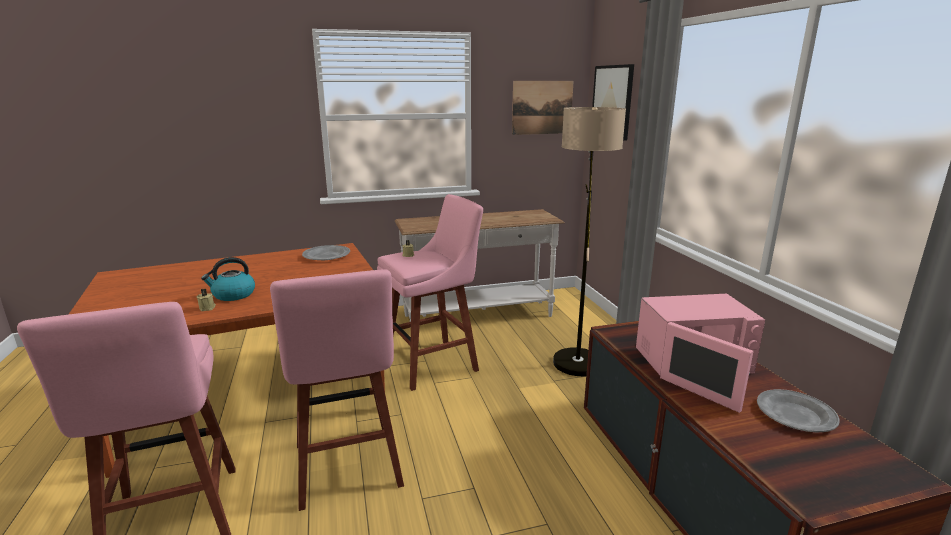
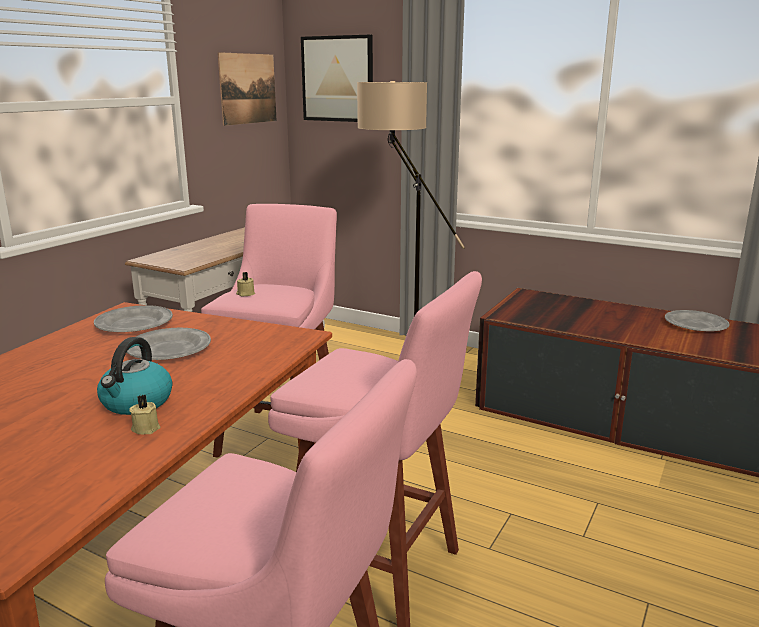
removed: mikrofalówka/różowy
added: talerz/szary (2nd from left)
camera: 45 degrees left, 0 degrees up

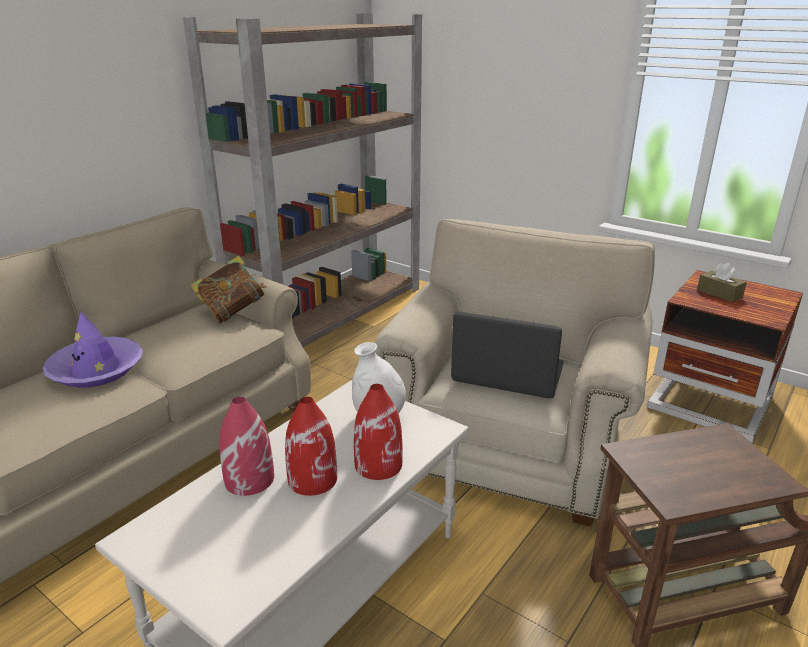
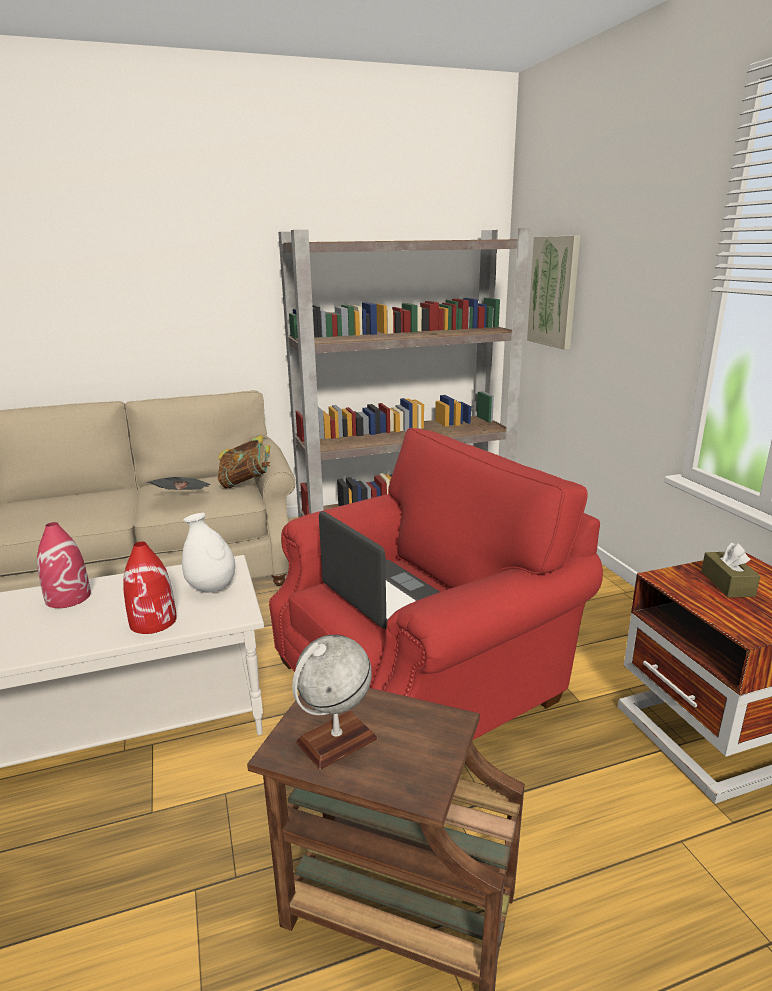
removed: kapelusz/fioletowy; wazon/czerwony (2nd from left)
added: gazeta; globus; obraz
recoloured: fotel/beżowy to fotel/czerwony
camera: 35 degrees right, 5 degrees down

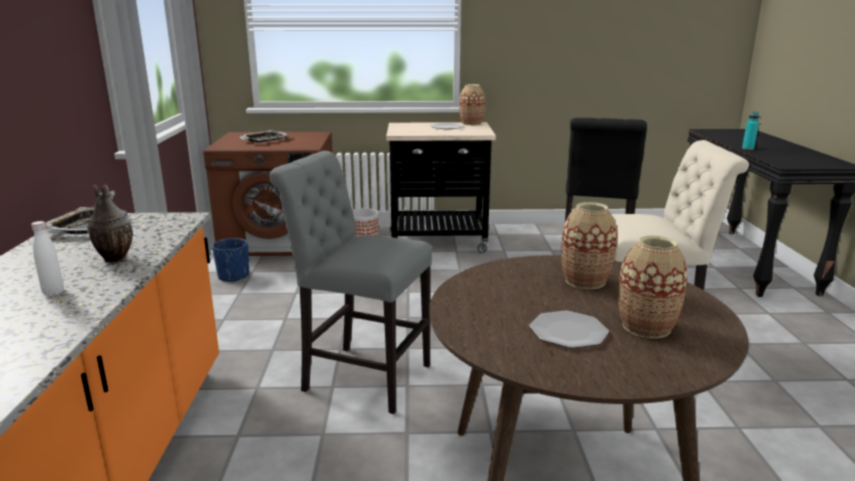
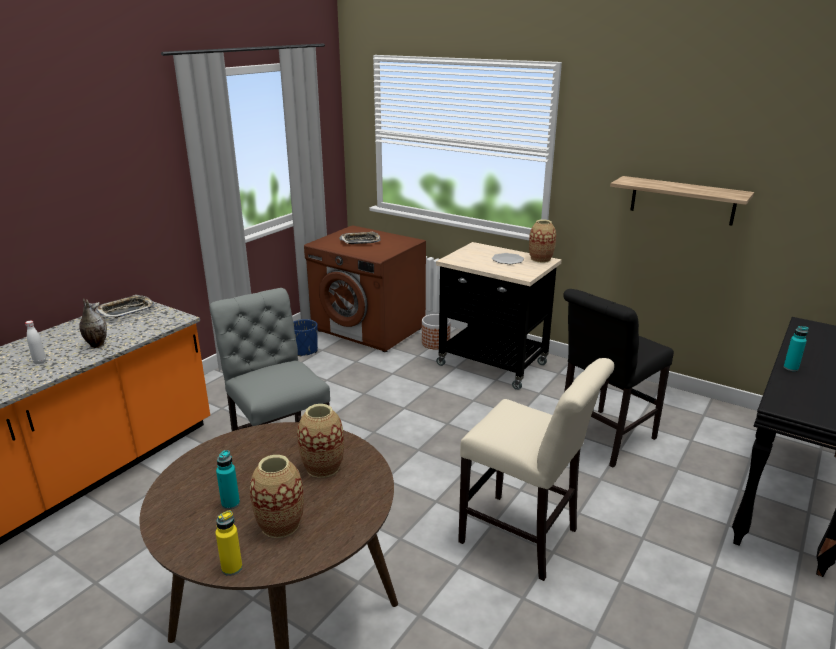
added: butelka/żółty; półka
replaced: talerz (2nd from left) to butelka/turkusowy (1st from left)
camera: 35 degrees right, 5 degrees up

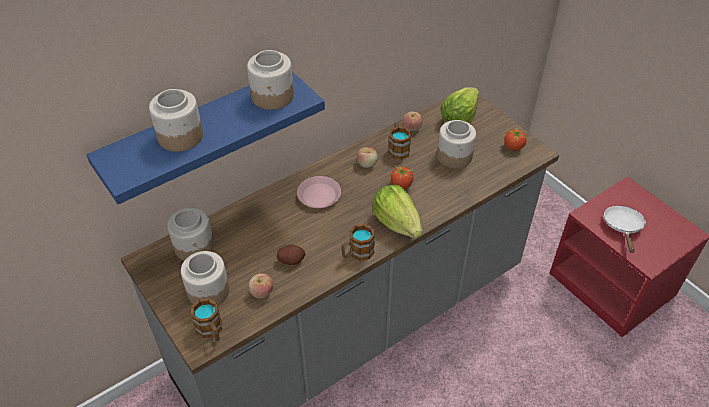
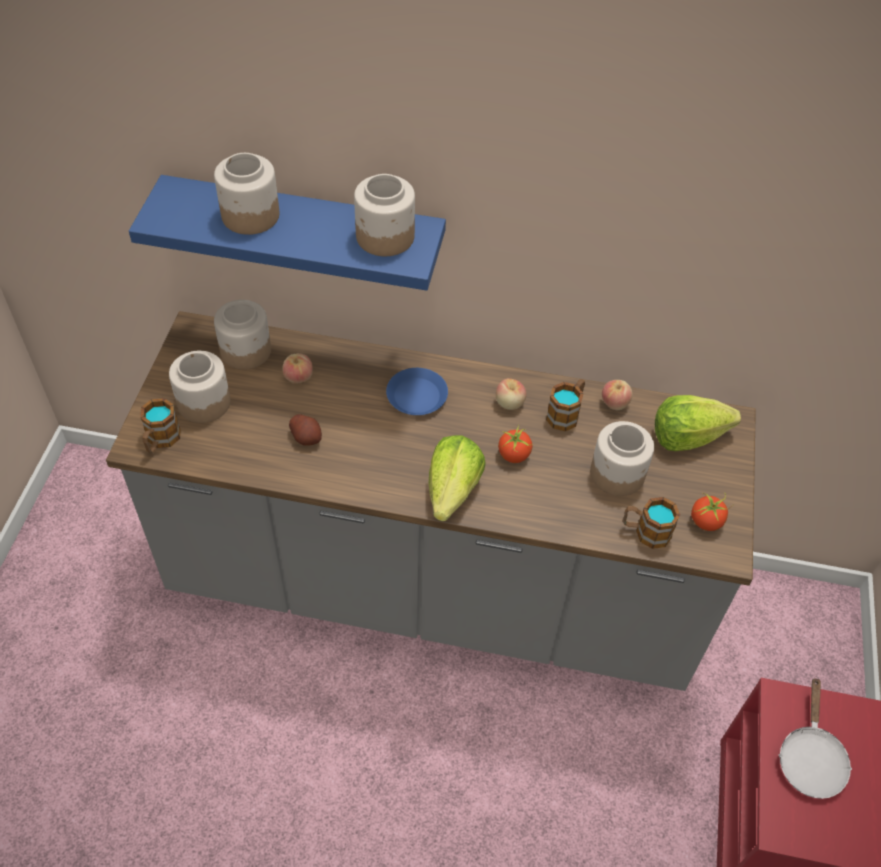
moved: jabłko (1st from left); kubek (2nd from left in the first image) to kubek (3rd from left)
recoloured: talerz/różowy to talerz/niebieski
turned: patelnia/biały 135 degrees clockwise
camera: 45 degrees right, 5 degrees up

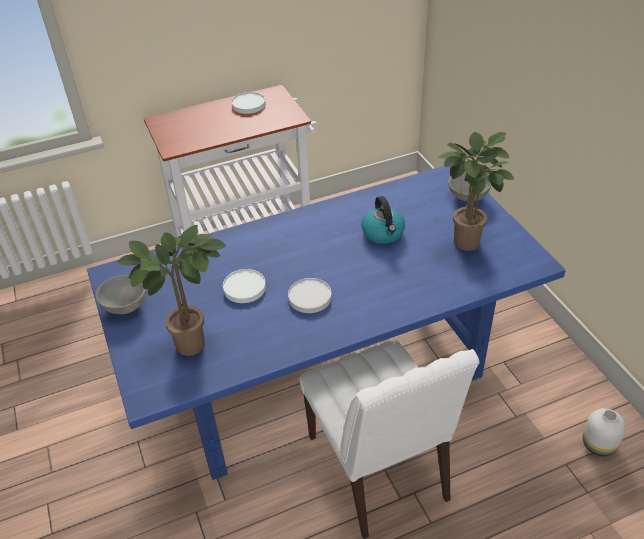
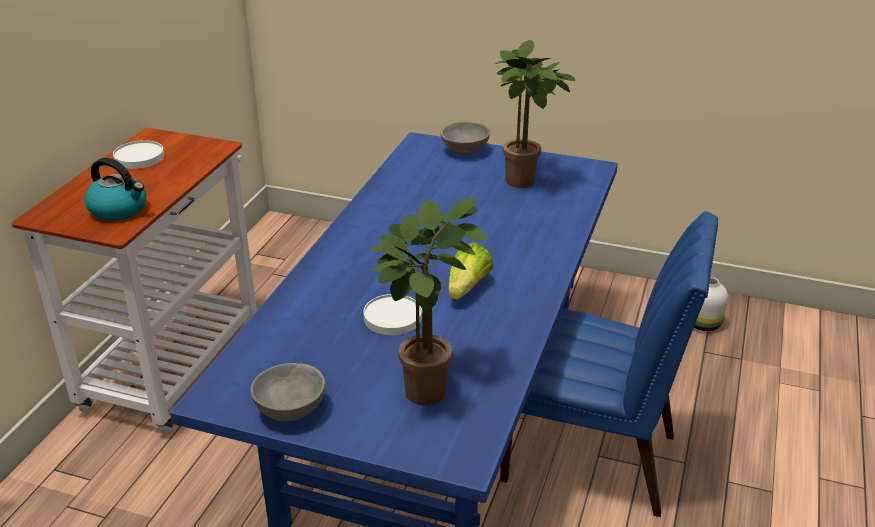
moved: czajnik
replaced: talerz/biały (3rd from left) to sałata
recoloured: krzesło/biały to krzesło/niebieski
camera: 50 degrees left, 10 degrees down

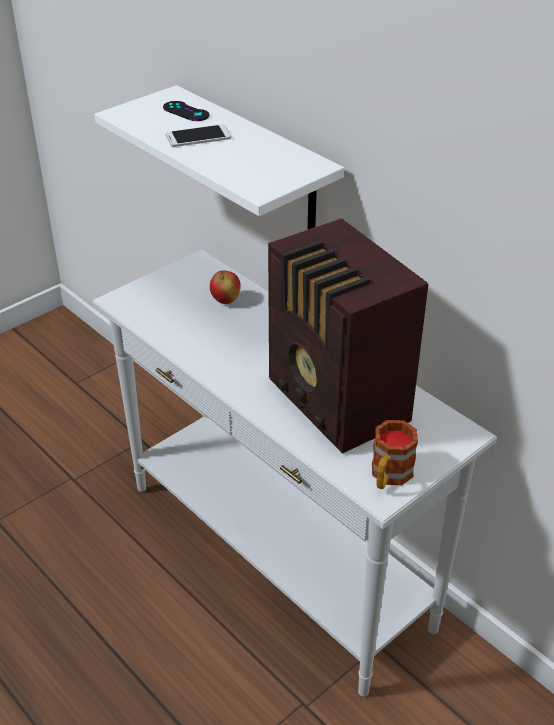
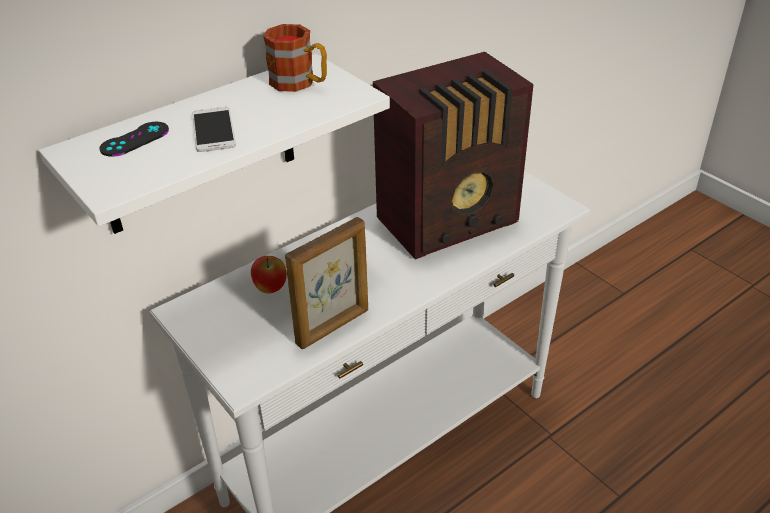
added: ramka na zdjęcie
moved: kubek
camera: 85 degrees left, 0 degrees up

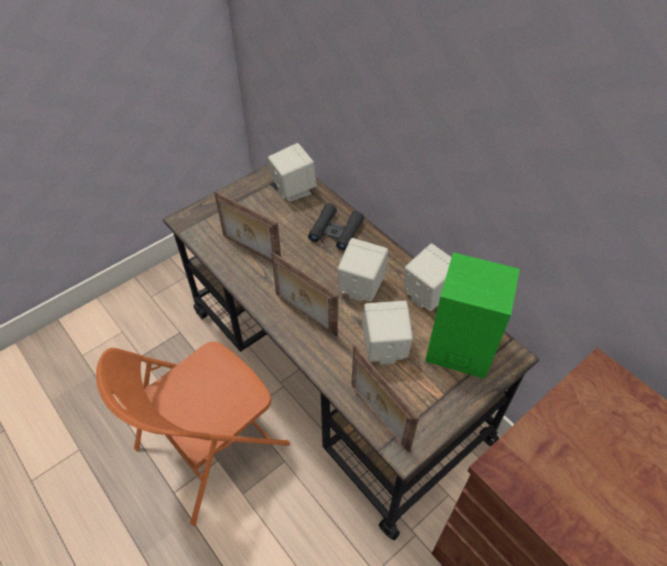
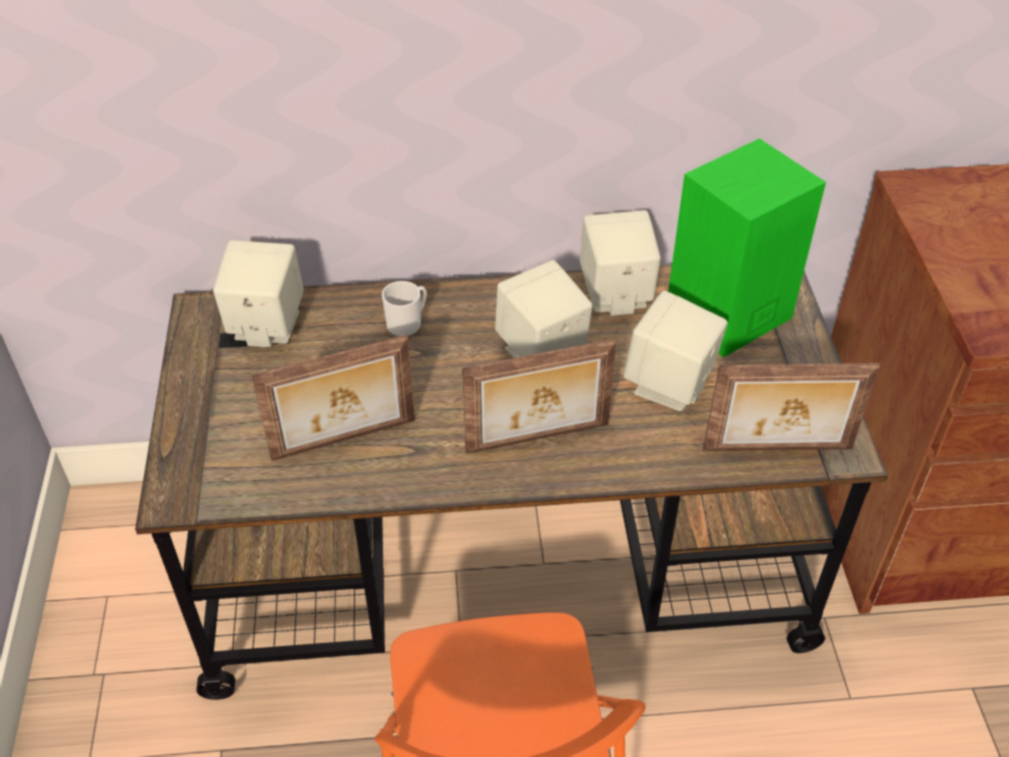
replaced: lornetka/czarny to kubek
camera: 55 degrees left, 5 degrees down

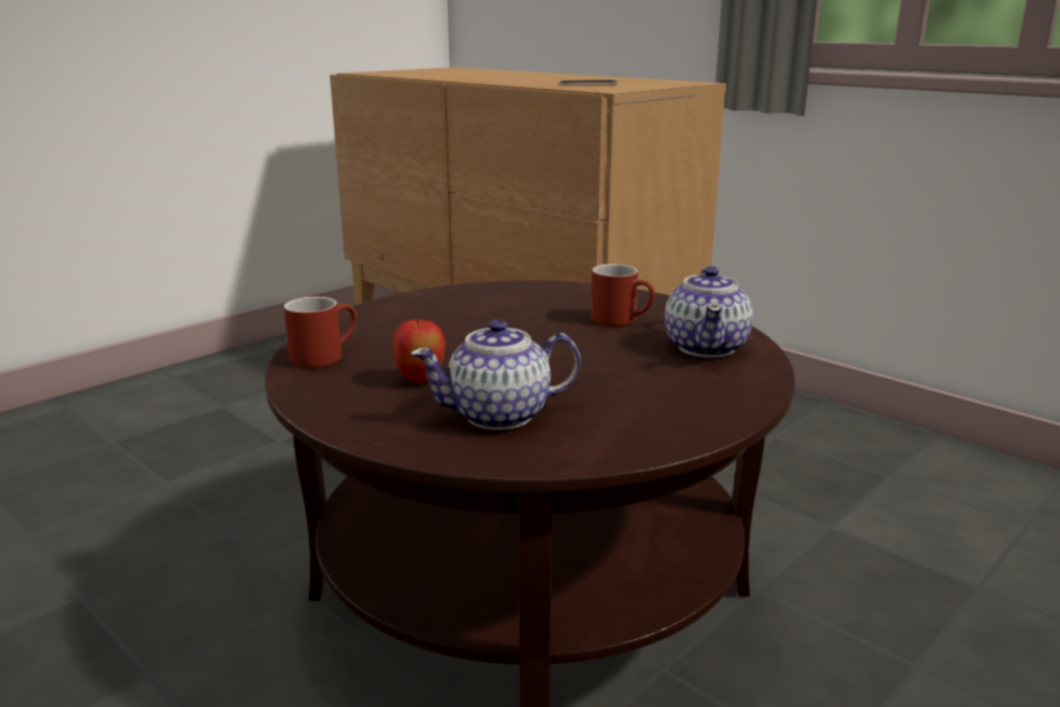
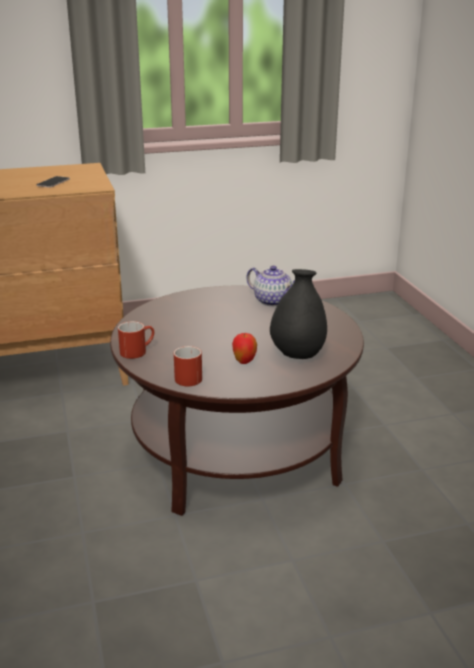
moved: kubek/czerwony (2nd from left in the first image) to kubek/czerwony (1st from left)
replaced: imbryk (1st from left) to wazon/czarny
camera: 60 degrees left, 5 degrees up

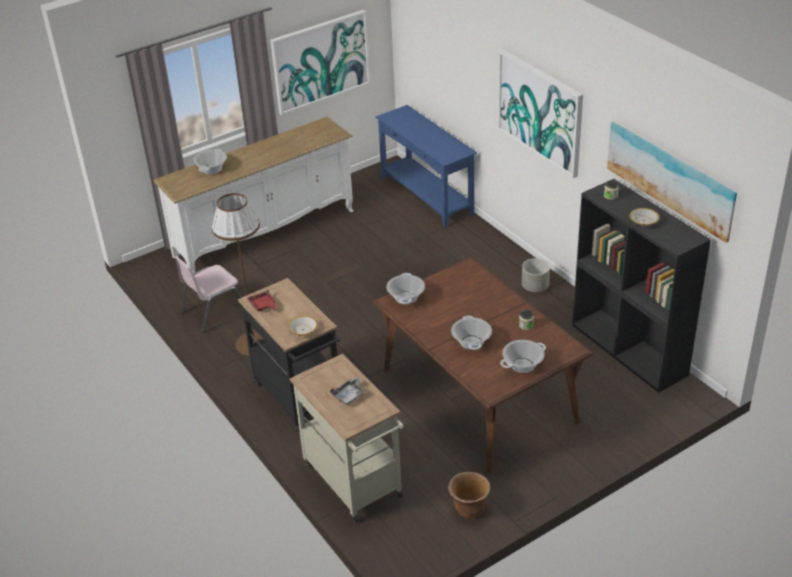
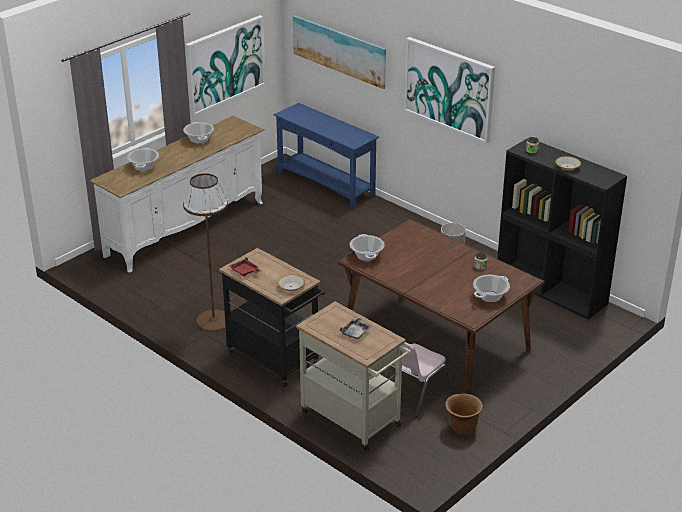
moved: krzesło/różowy; garnek (3rd from left in the first image) to garnek (2nd from left); obraz (3rd from left in the first image) to obraz (2nd from left)
camera: 15 degrees left, 5 degrees down

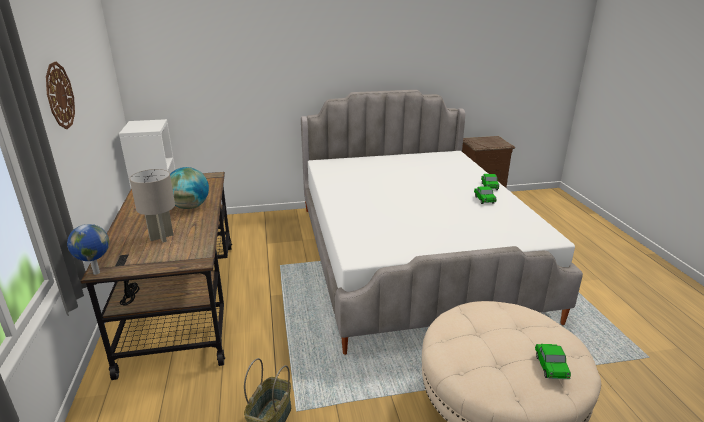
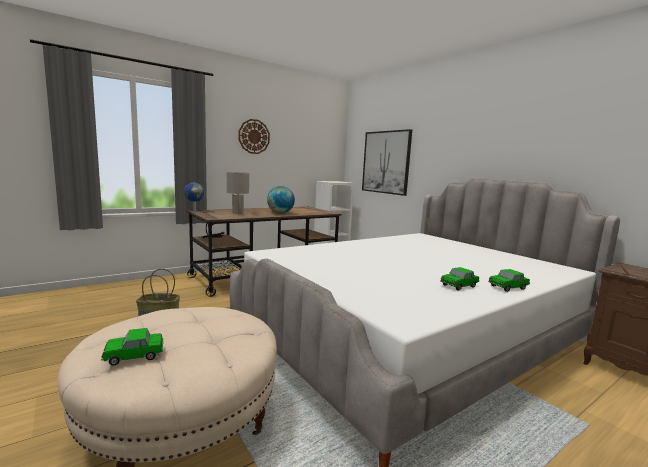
added: obraz
camera: 65 degrees right, 15 degrees down

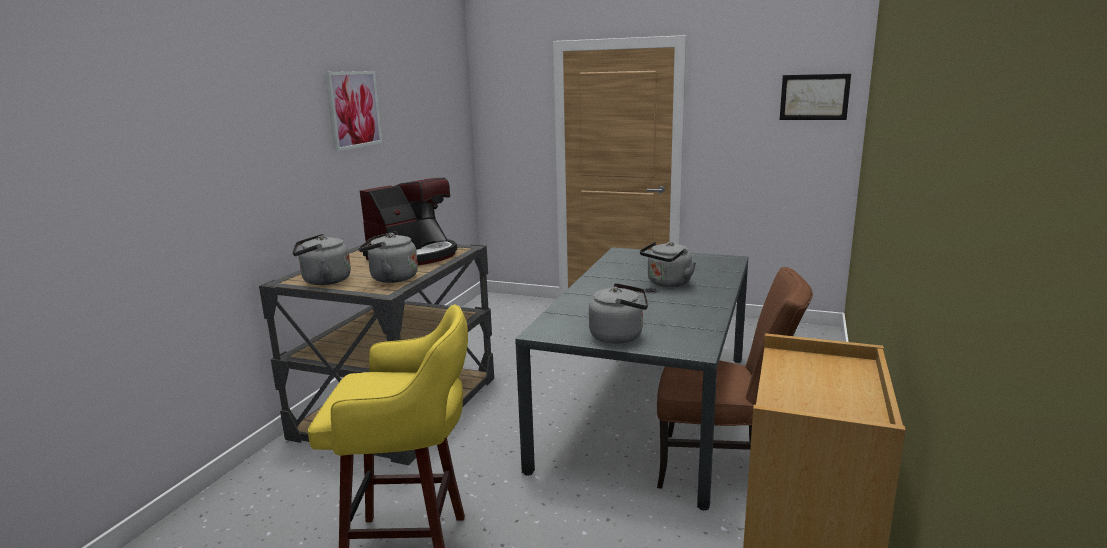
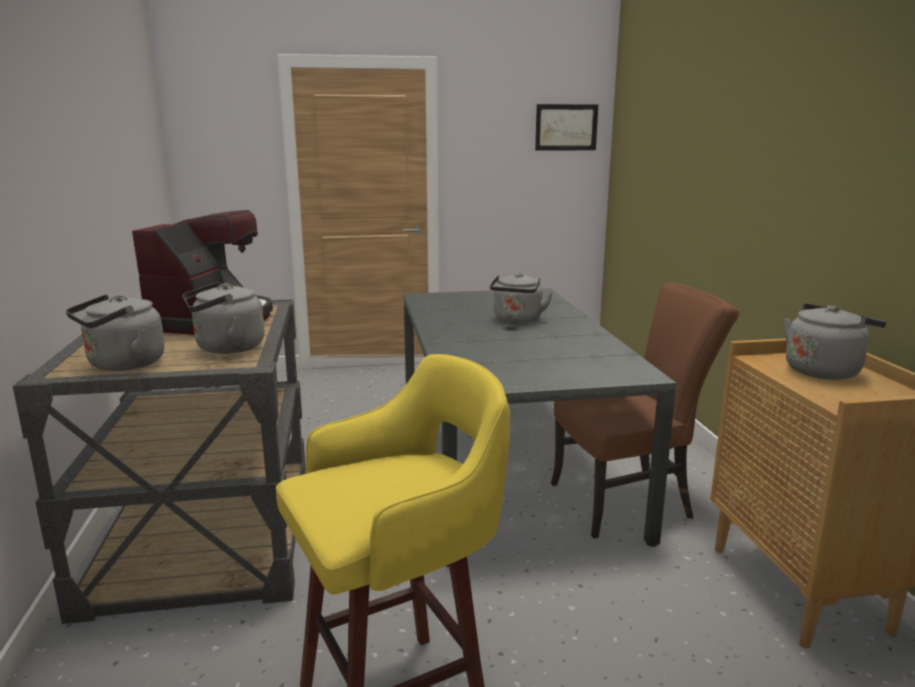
removed: obraz (1st from left)
moved: czajnik/szary (3rd from left in the first image) to czajnik/szary (4th from left)
camera: 30 degrees left, 0 degrees up

